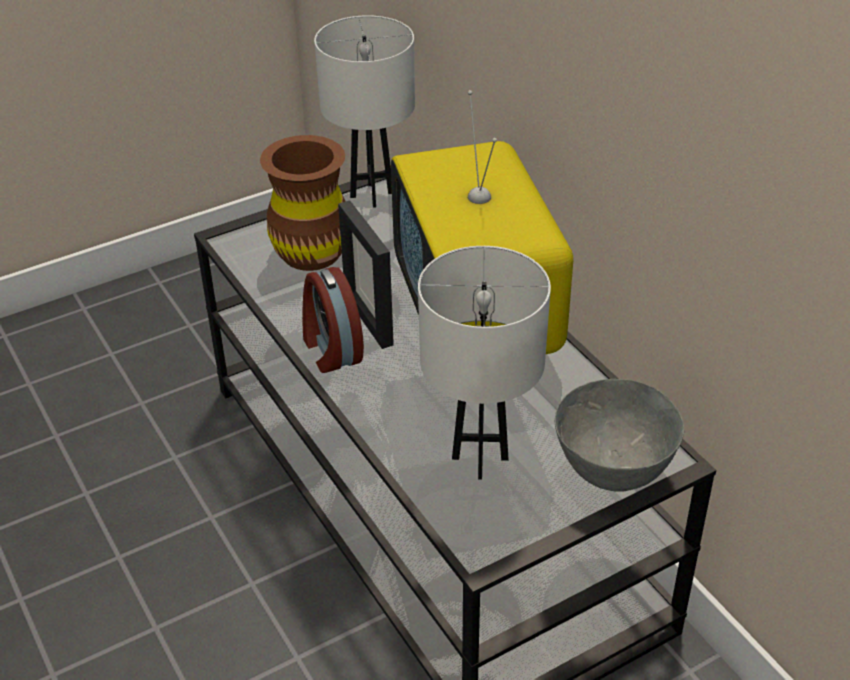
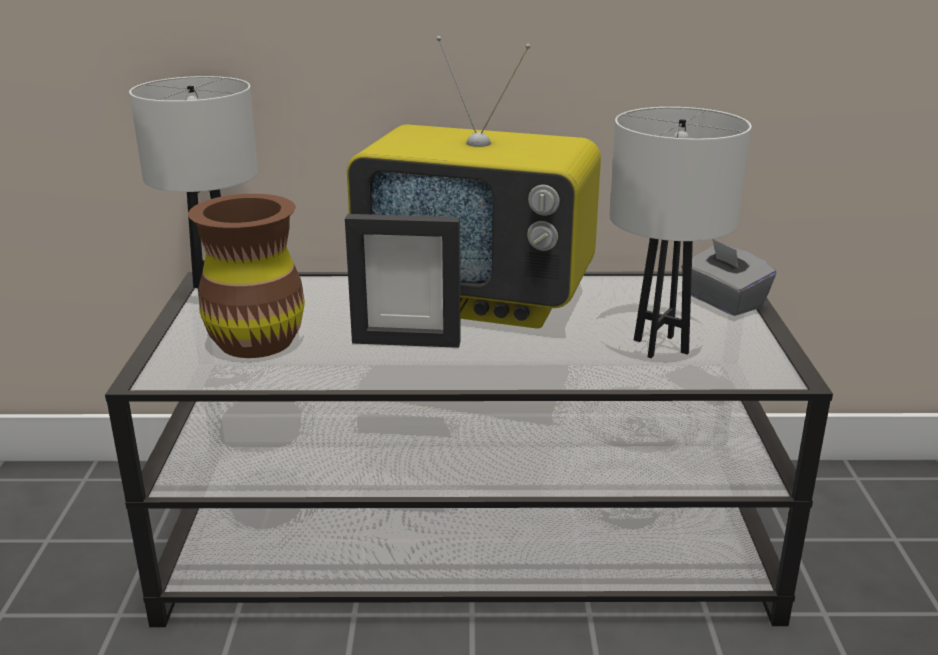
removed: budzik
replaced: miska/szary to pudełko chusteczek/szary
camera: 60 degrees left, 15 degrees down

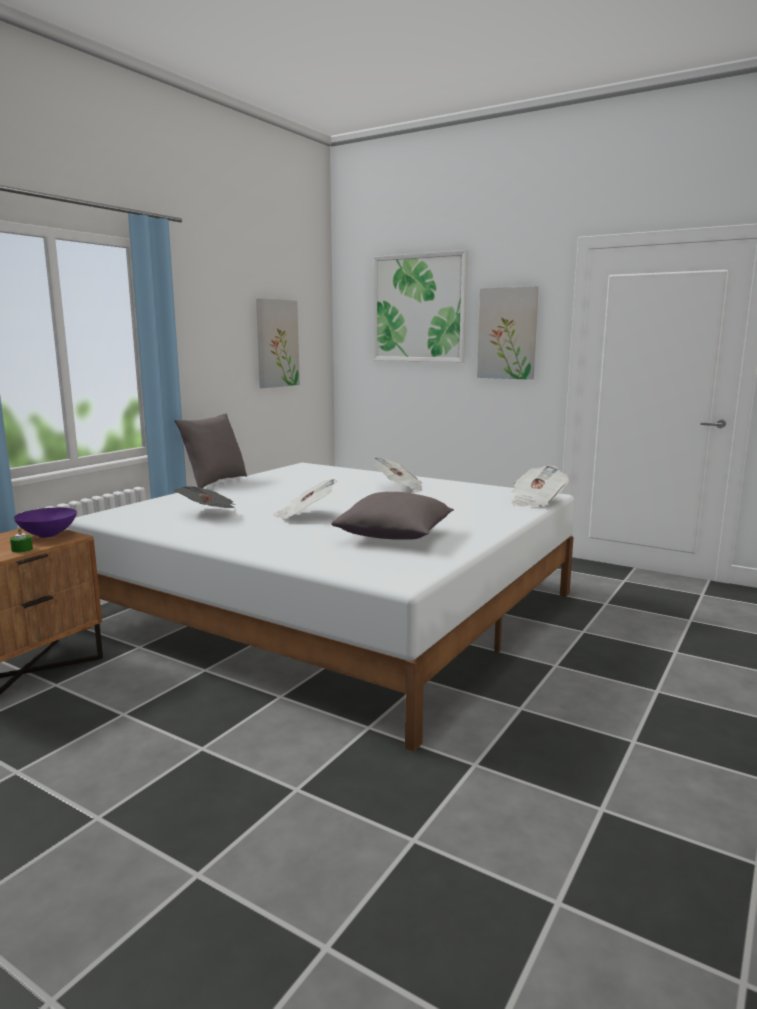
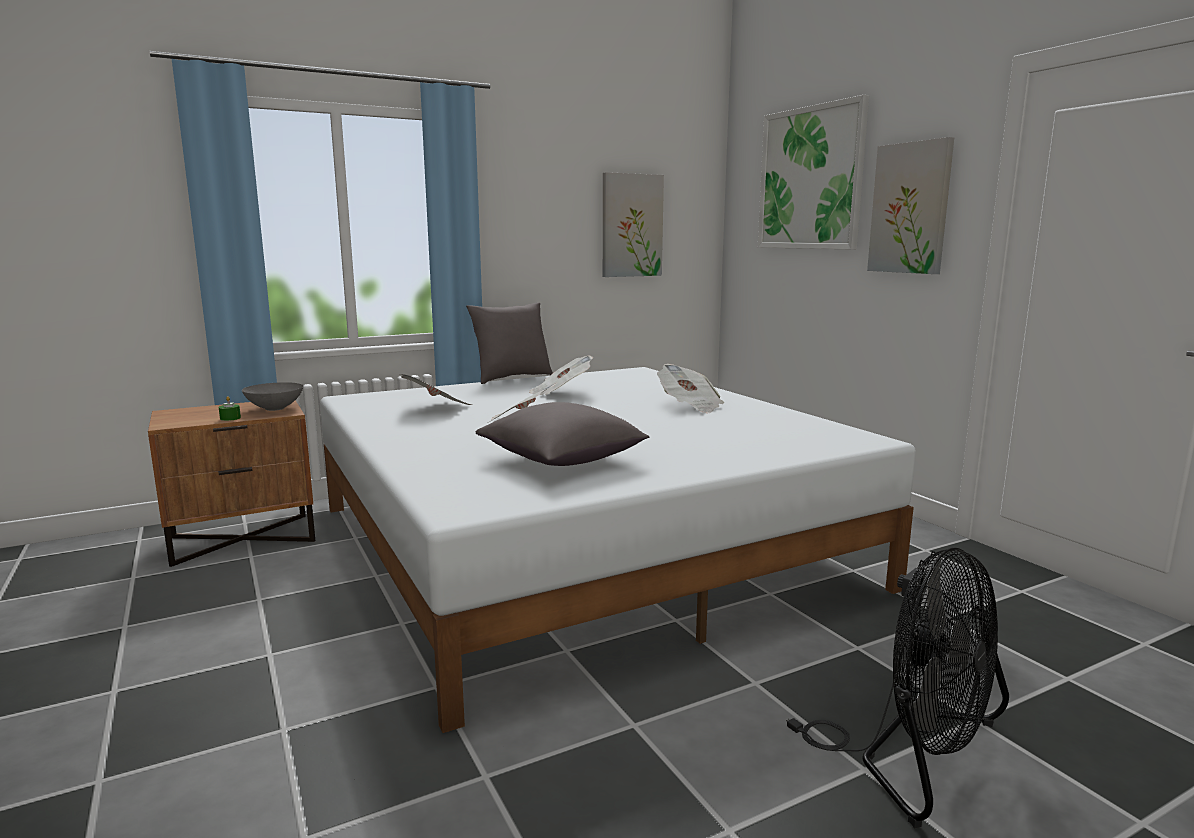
added: wentylator/czarny
moved: gazeta (4th from left in the first image) to gazeta (3rd from left)
recoloured: miska/fioletowy to miska/szary
camera: 30 degrees right, 0 degrees up

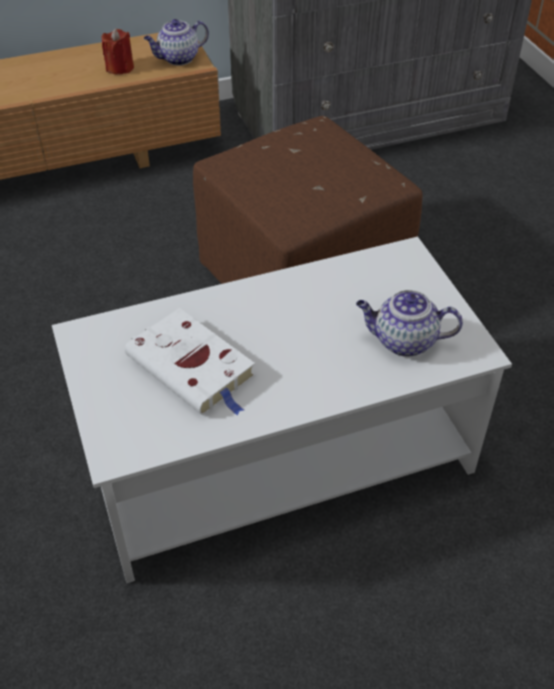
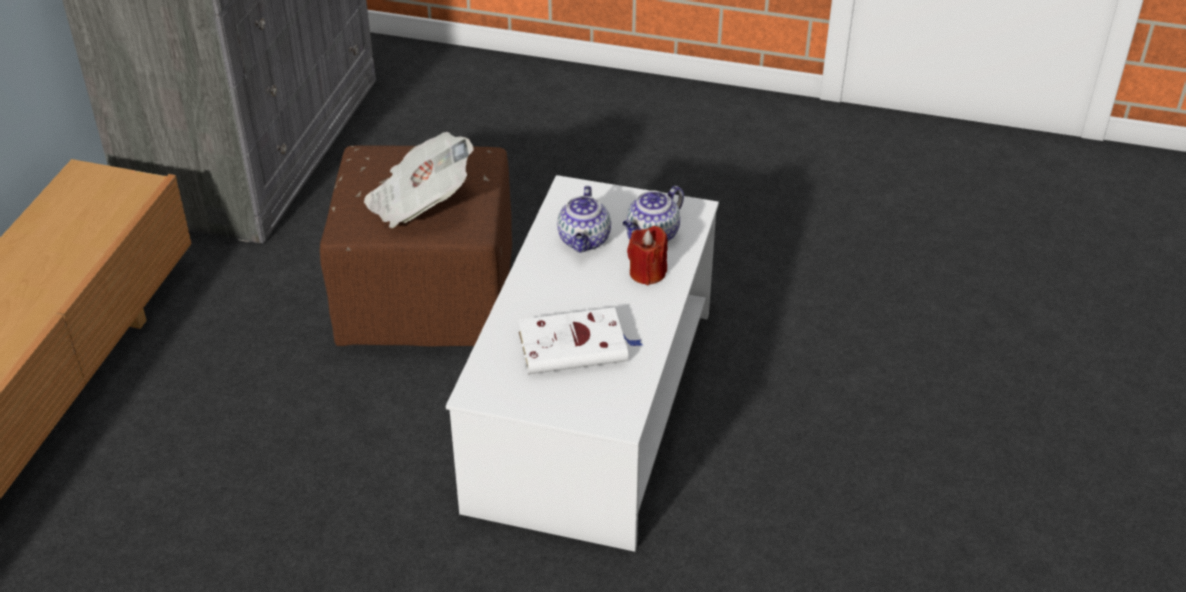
added: gazeta
moved: świeca/czerwony; imbryk (1st from left)
camera: 55 degrees left, 5 degrees down

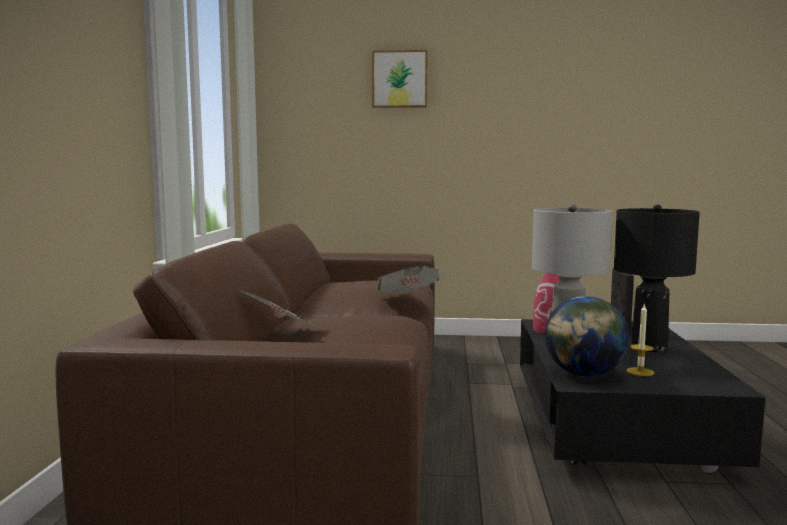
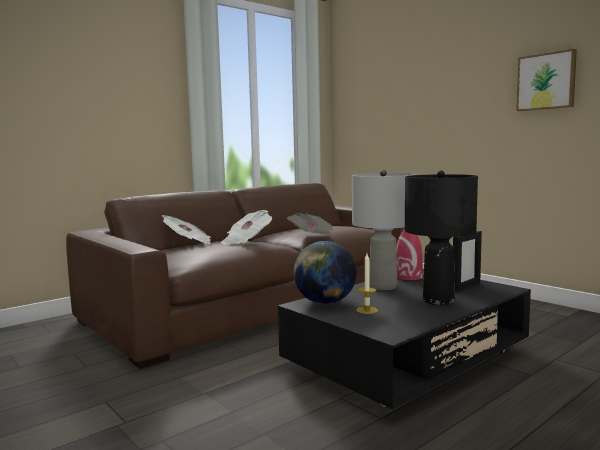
added: gazeta (2nd from left)
moved: obraz
camera: 45 degrees right, 0 degrees up

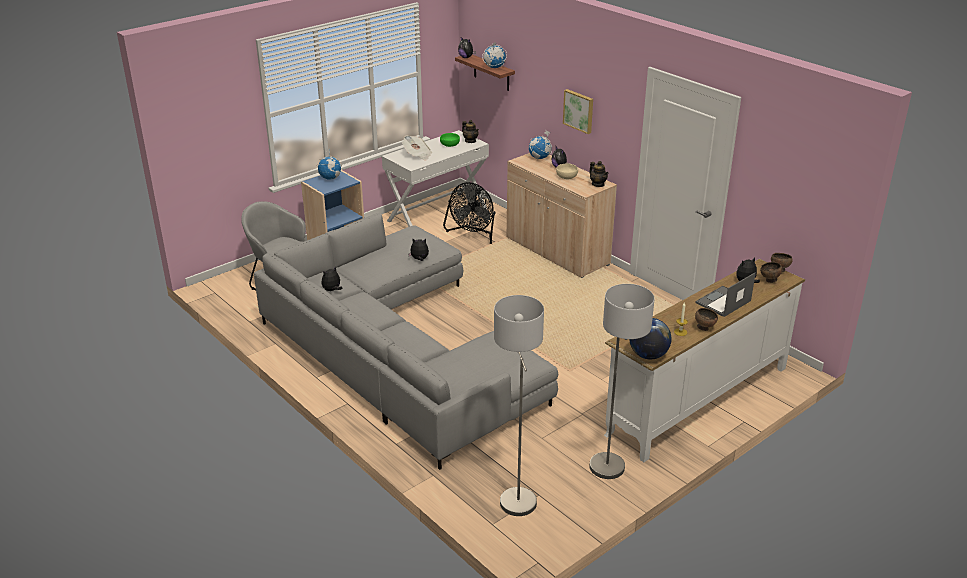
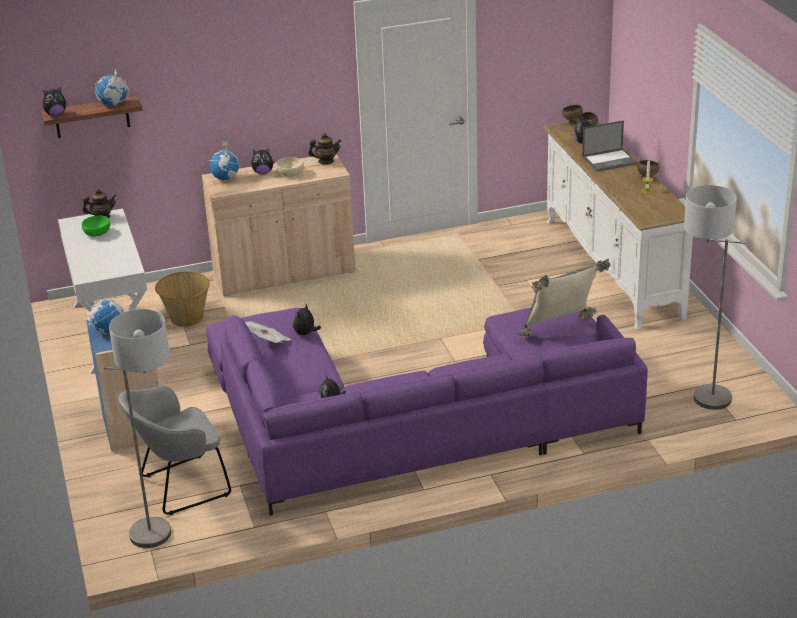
removed: obraz; globus (4th from left)
added: poduszka
moved: gazeta; lampa stojąca/szary (2nd from left in the first image) to lampa stojąca/szary (1st from left)
replaced: wentylator/czarny to koszyk
recoloured: kanapa/szary to kanapa/fioletowy
turned: laptop 90 degrees counterclockwise
camera: 65 degrees left, 0 degrees up

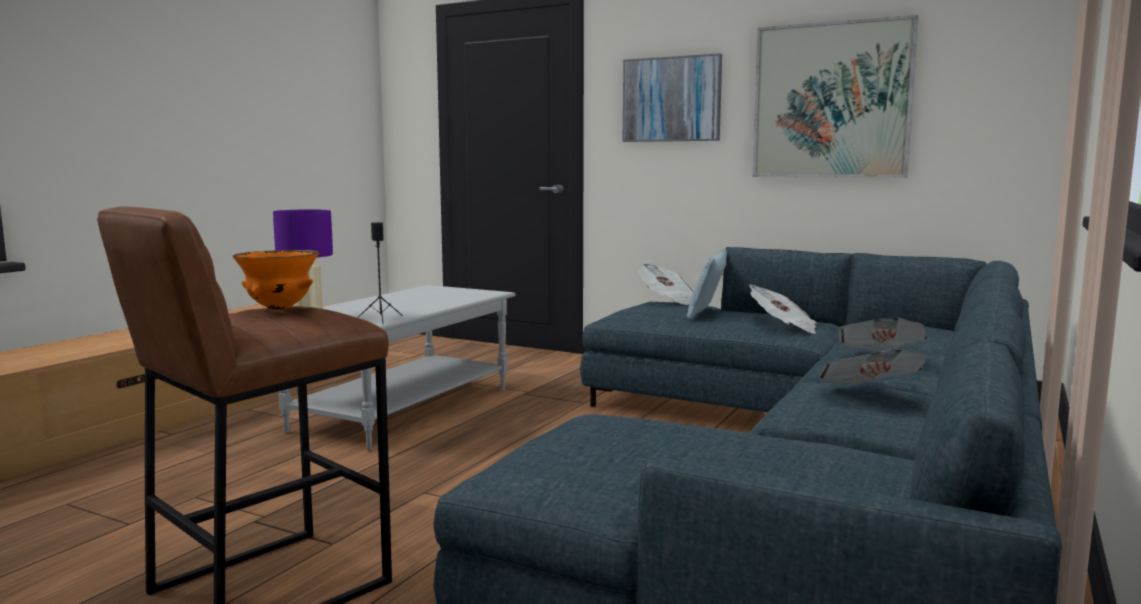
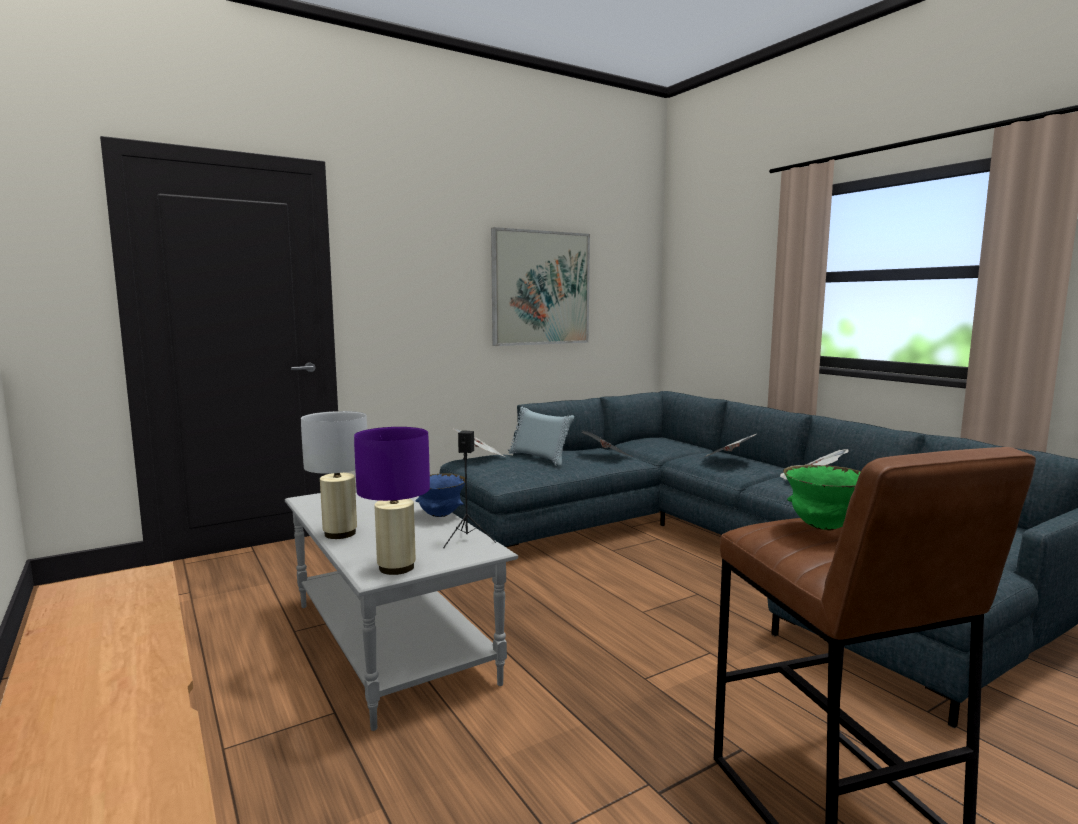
removed: obraz (1st from left)
added: lampa stołowa/biały; miska/niebieski
recoloured: miska/pomarańczowy to miska/zielony
camera: 60 degrees left, 0 degrees up

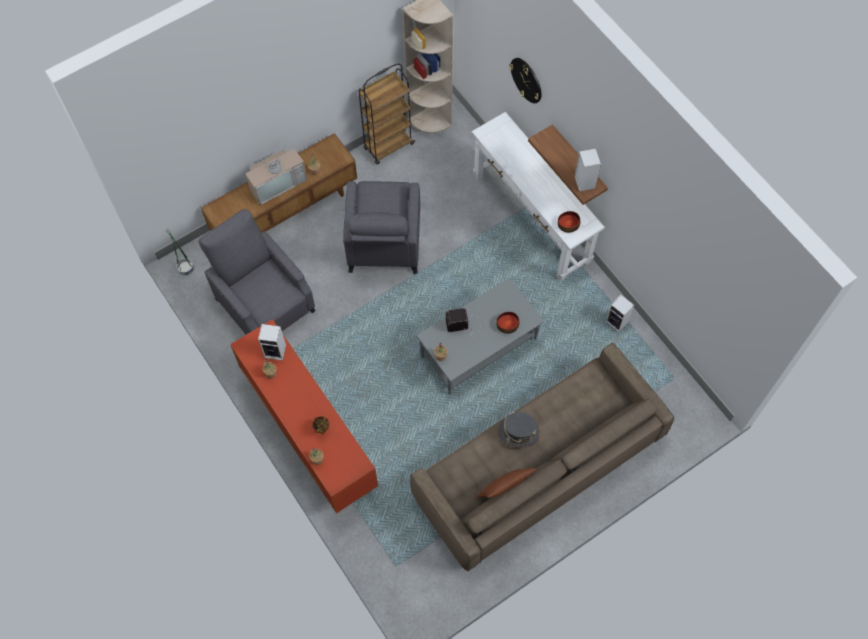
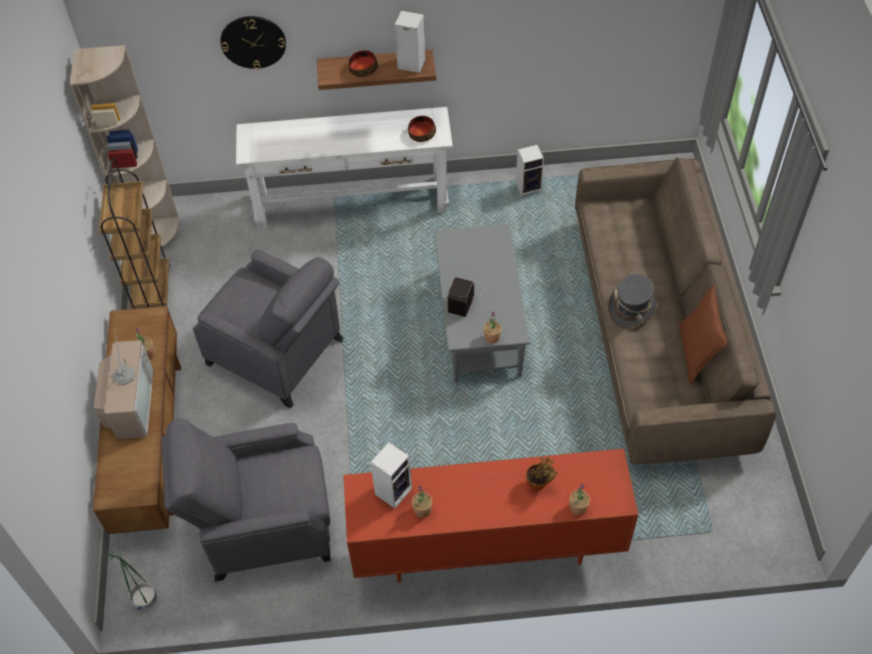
moved: miska (1st from left)
camera: 60 degrees left, 10 degrees down

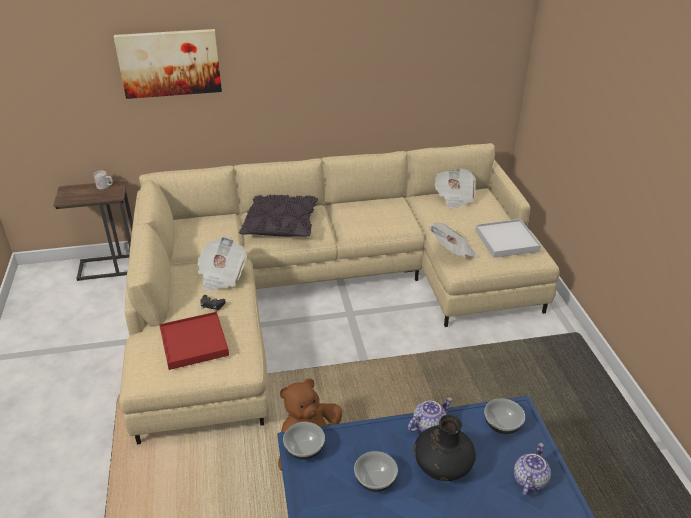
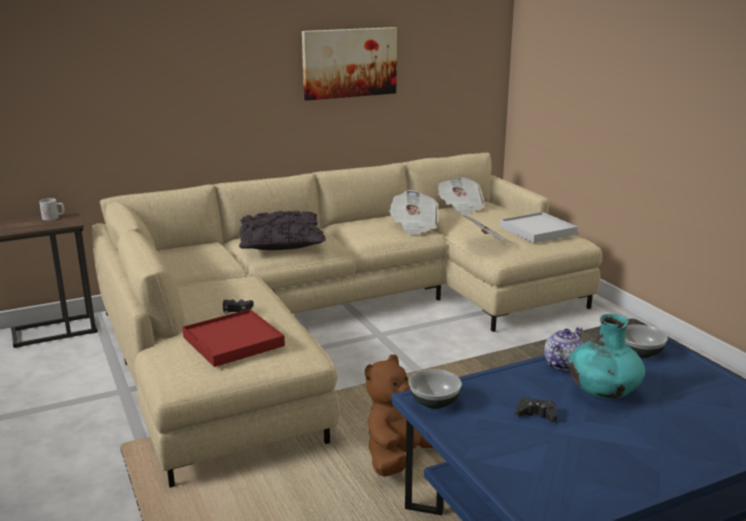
removed: imbryk (2nd from left)
moved: obraz; gazeta (1st from left)
replaced: miska (2nd from left) to pad do gier/czarny (2nd from left)
recoloured: wazon/czarny to wazon/turkusowy
camera: 15 degrees left, 15 degrees down

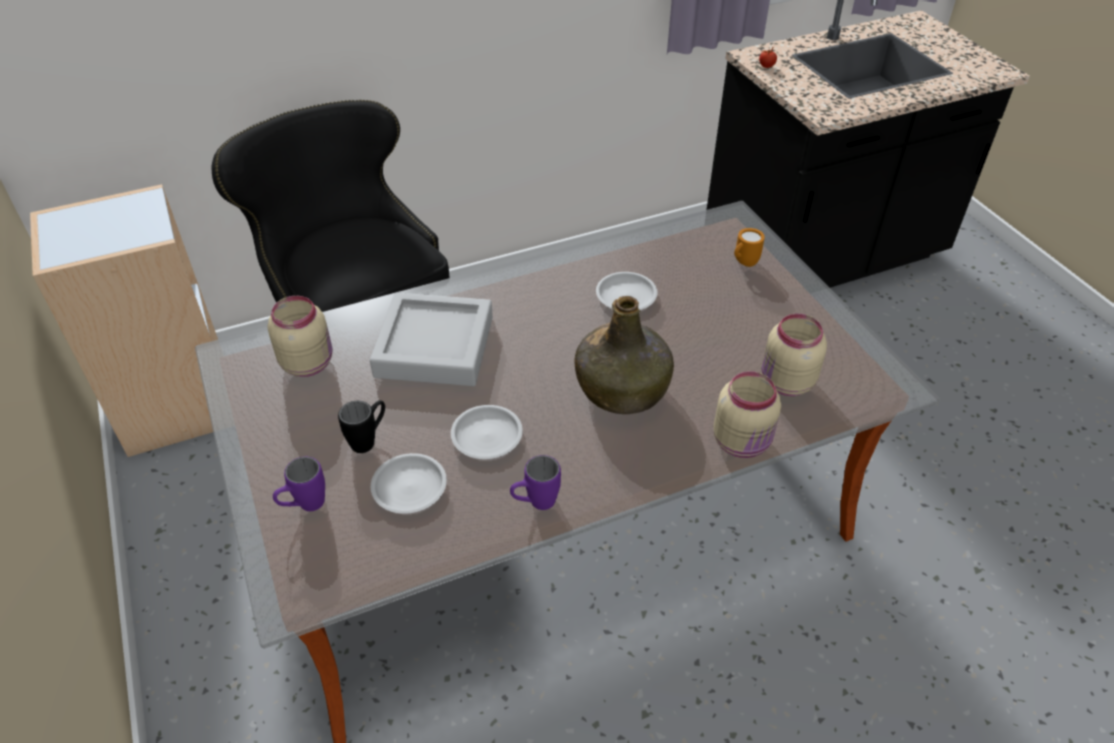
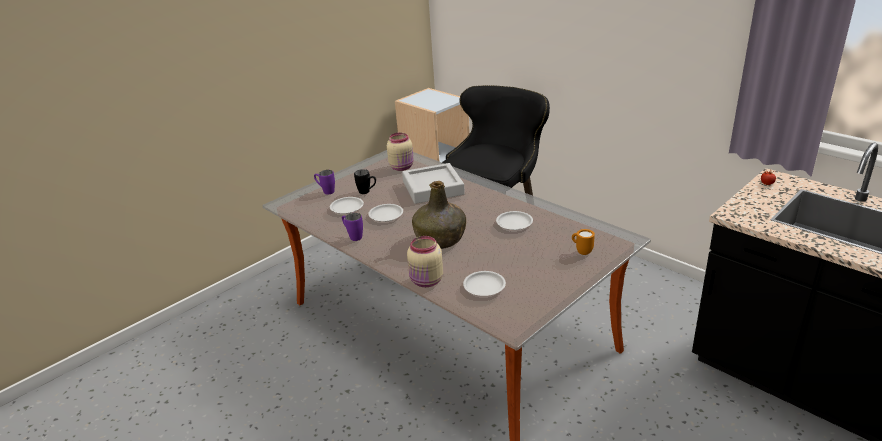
replaced: słoik/beżowy (3rd from left) to talerz/biały (3rd from left)
camera: 70 degrees right, 15 degrees down

